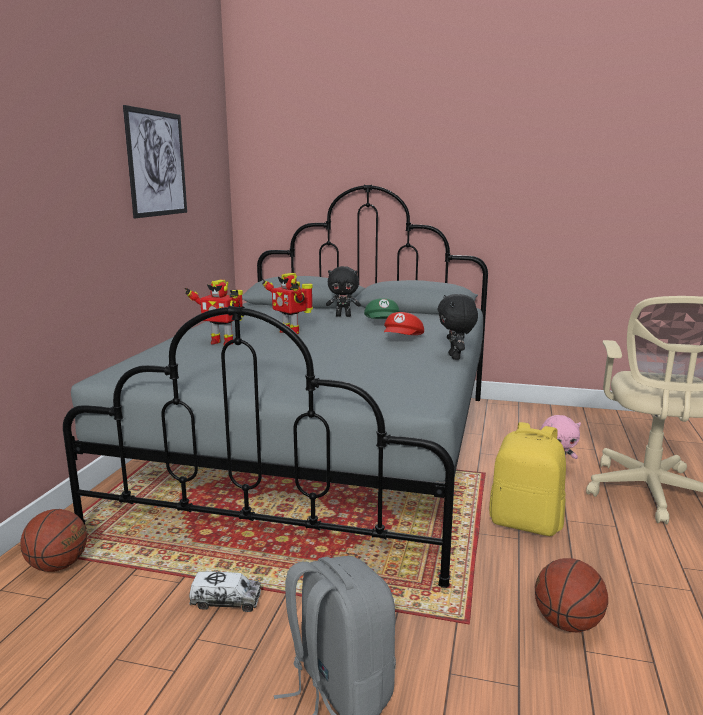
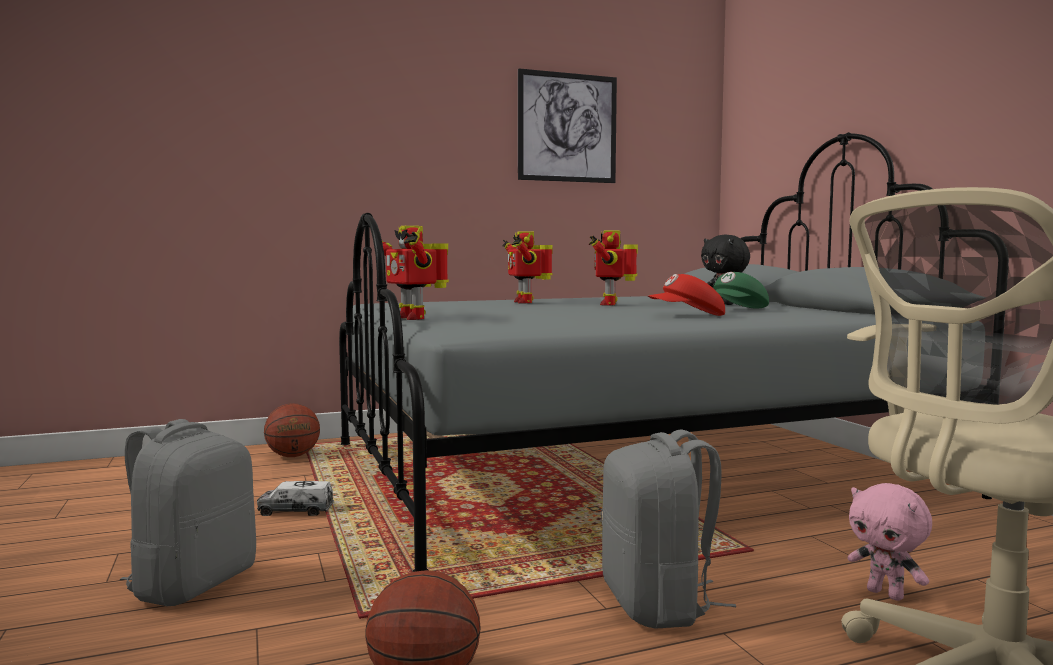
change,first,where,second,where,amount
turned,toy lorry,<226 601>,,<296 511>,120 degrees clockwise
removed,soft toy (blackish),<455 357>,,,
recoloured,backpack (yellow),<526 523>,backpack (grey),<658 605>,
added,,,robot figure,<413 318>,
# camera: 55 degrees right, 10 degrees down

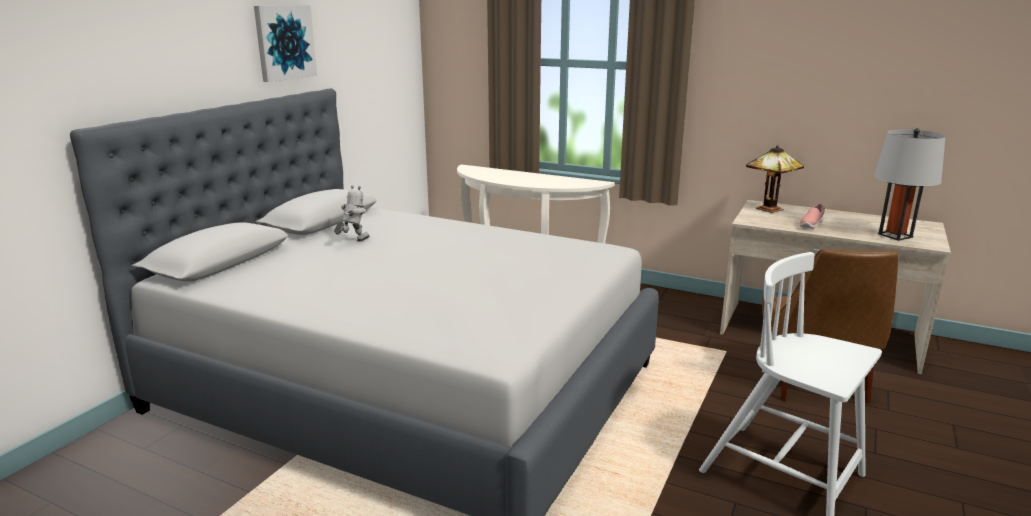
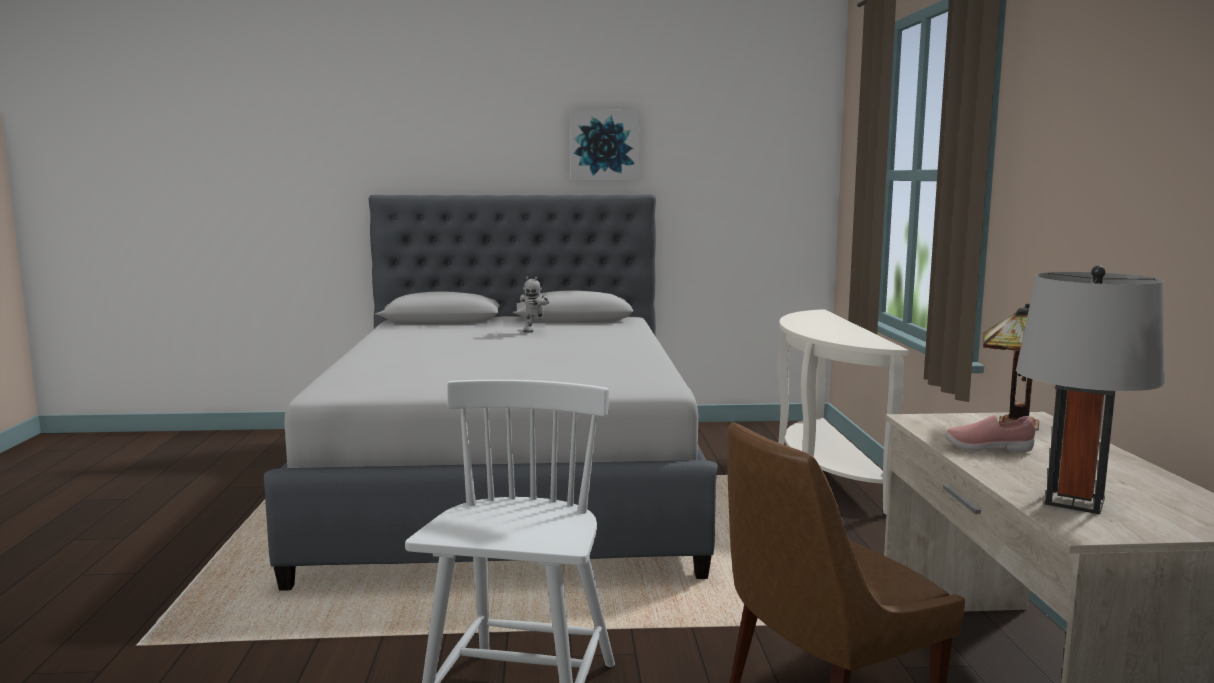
change,first,where,second,where,amount
turned,robot figure,<353 242>,,<535 331>,105 degrees clockwise
# camera: 60 degrees right, 10 degrees down

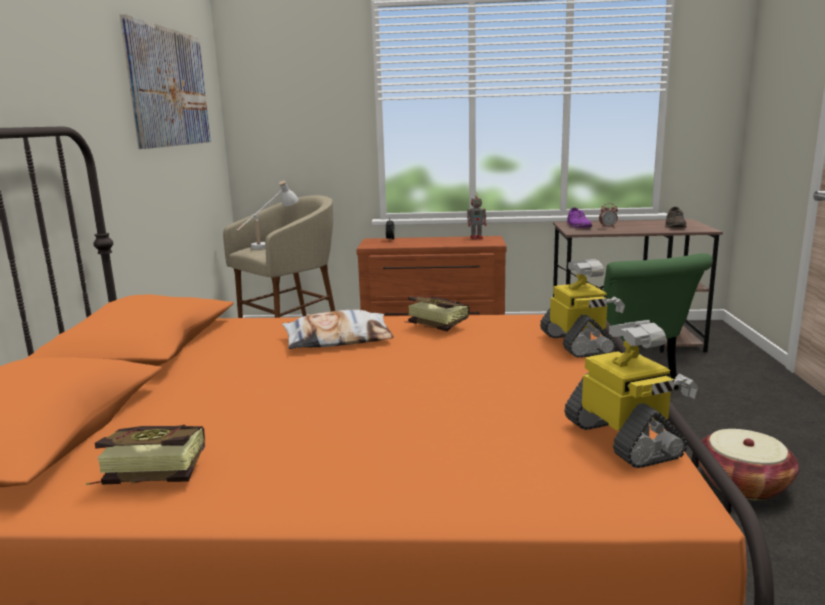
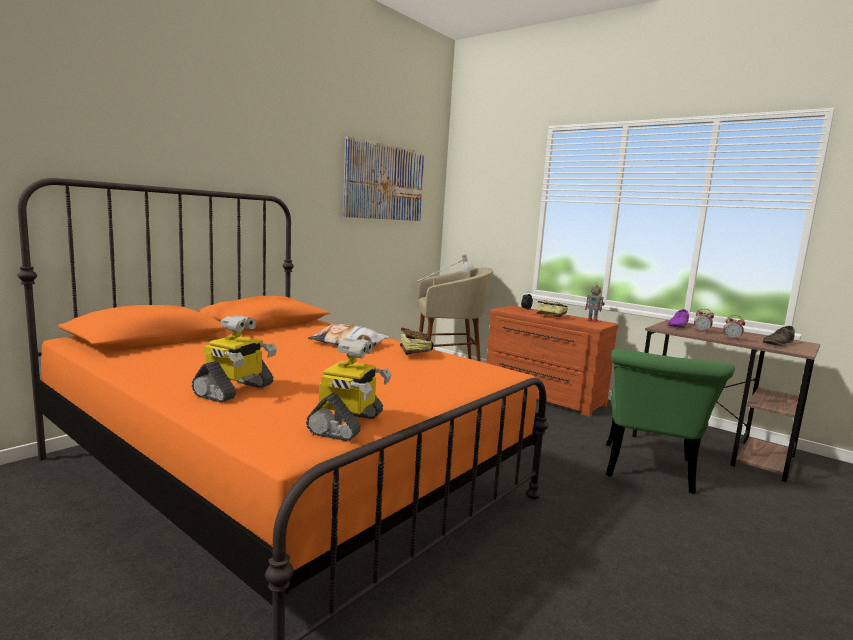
change,first,where,second,where,amount
moved,volume,<146 475>,,<548 316>,
moved,robot figure,<578 344>,,<235 390>,
removed,storage basket,<742 484>,,,
added,,,alarm clock,<731 339>,
# camera: 35 degrees right, 5 degrees down

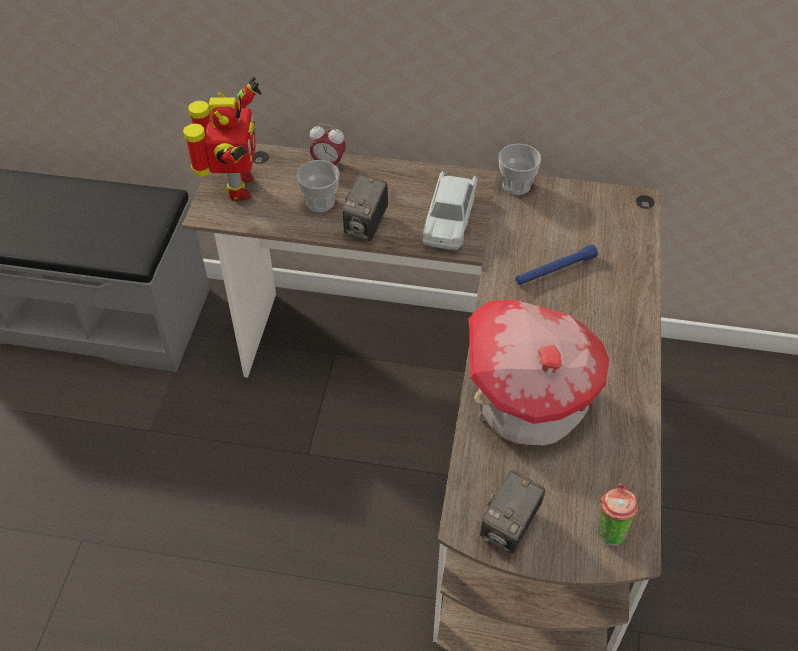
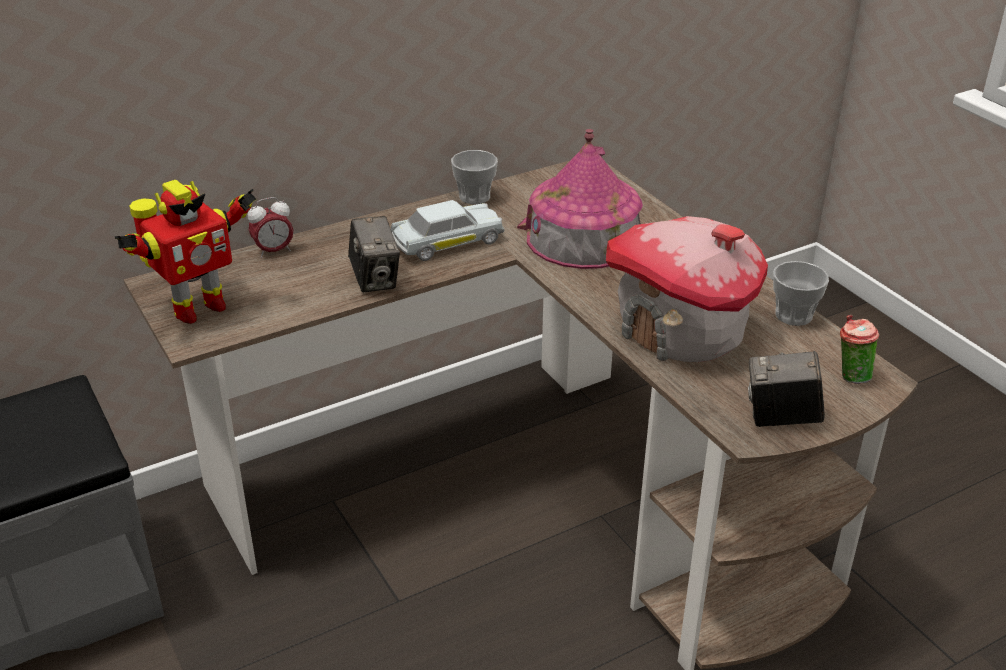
change,first,where,second,where,amount
turned,robot figure,<236 188>,,<196 308>,90 degrees clockwise
moved,cup,<320 202>,,<793 315>,
turned,model car (white-coloured),<449 219>,,<447 242>,90 degrees counterclockwise
turned,photo camera,<509 528>,,<781 418>,105 degrees clockwise
replaced,hand torch (bluish),<555 270>,model house,<583 237>,
# camera: 40 degrees left, 15 degrees down

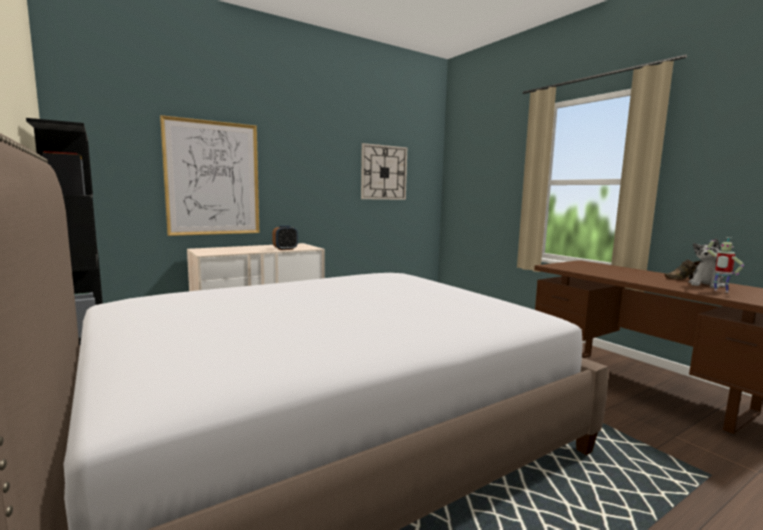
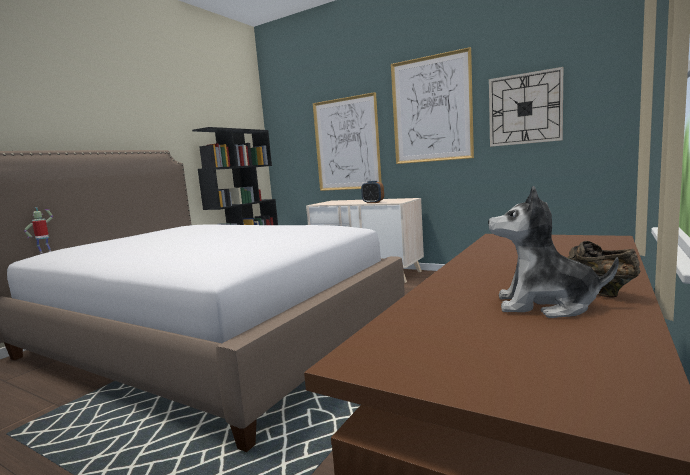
change,first,where,second,where,amount
moved,robot figure,<719 291>,,<45 252>,
added,,,wall art,<431 109>,
# camera: 65 degrees right, 0 degrees up

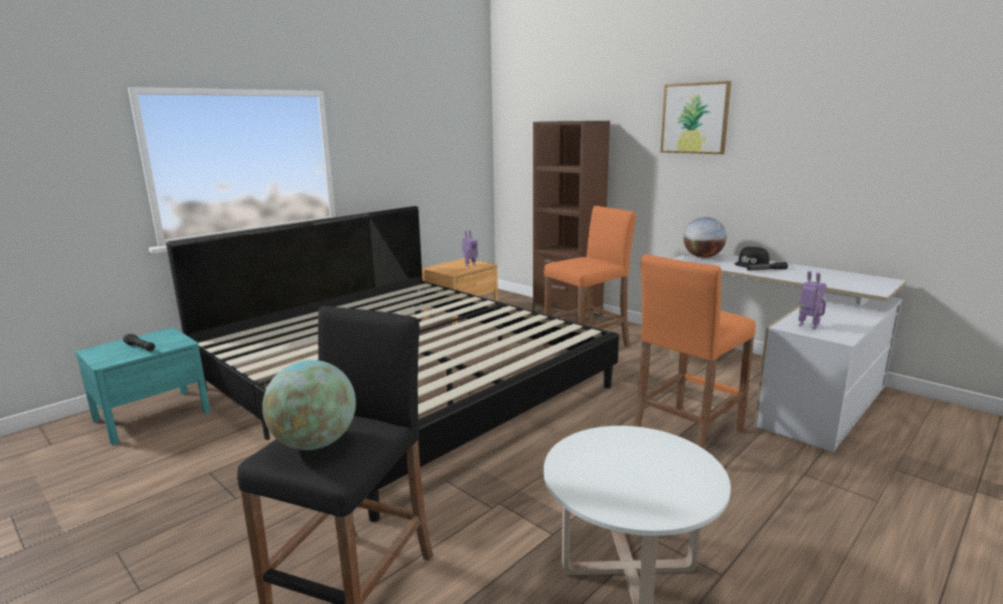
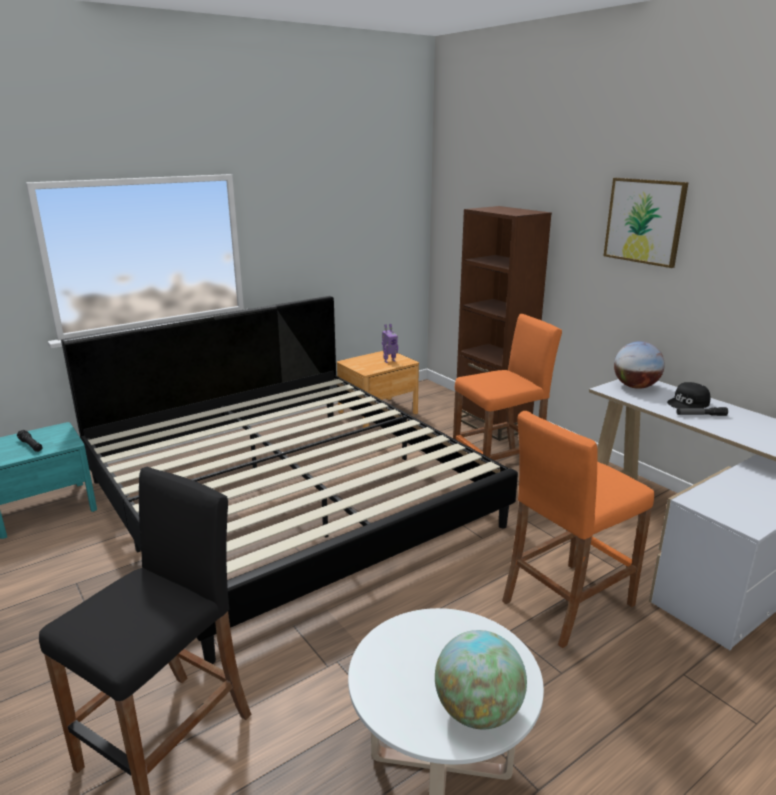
change,first,where,second,where,amount
moved,desk globe,<314 443>,,<477 712>,
removed,robot figure,<807 326>,,,
# camera: 10 degrees right, 5 degrees up

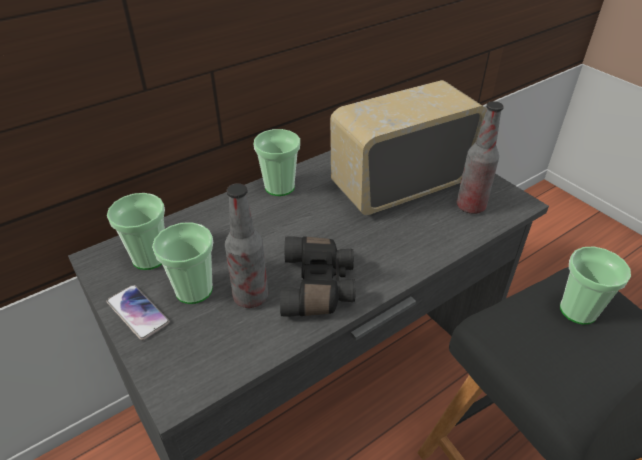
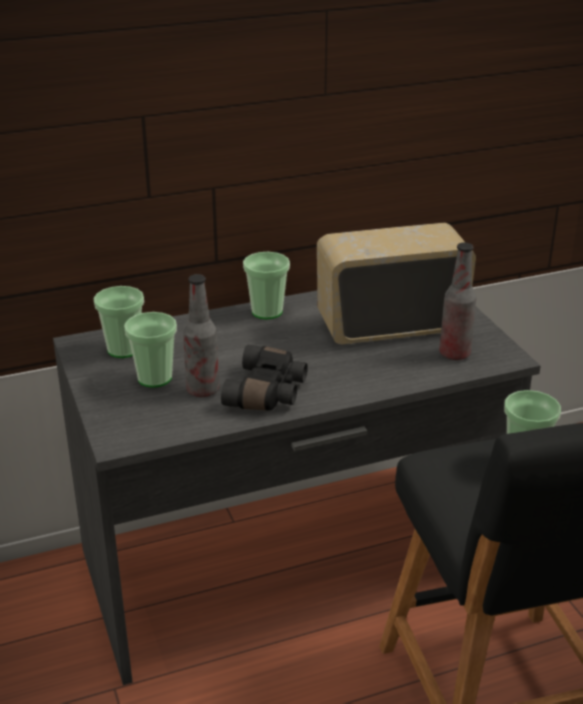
change,first,where,second,where,amount
removed,handset,<137 312>,,,
# camera: 15 degrees right, 10 degrees down

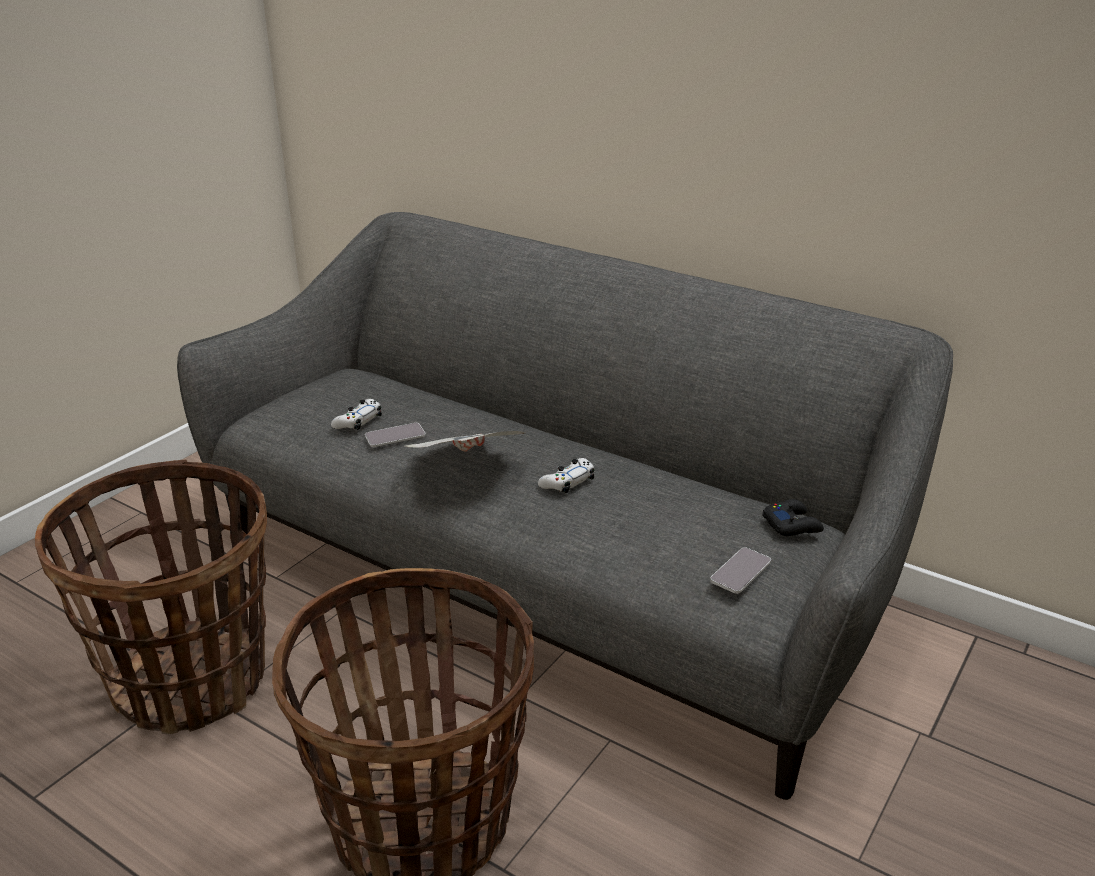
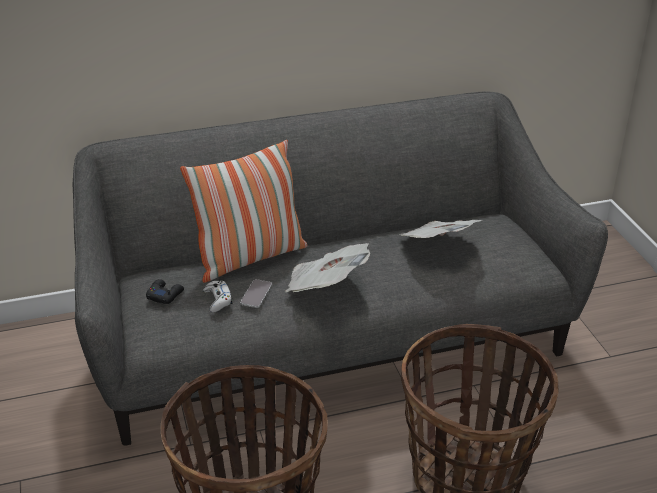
change,first,where,second,where,amount
removed,gamepad (white-coloured),<567 482>,,,
removed,handset,<740 571>,,,
moved,gamepad (blackish),<792 525>,,<165 295>,
added,,,pillow,<250 258>,
added,,,newspaper,<438 245>,
# camera: 50 degrees left, 5 degrees up

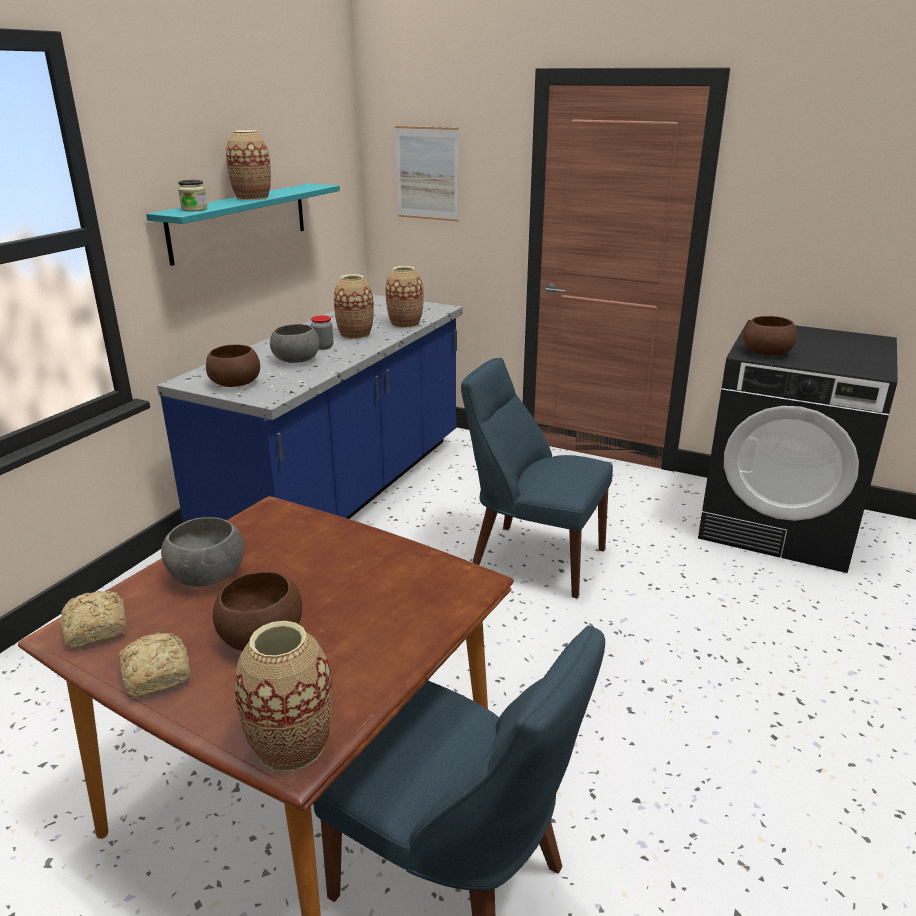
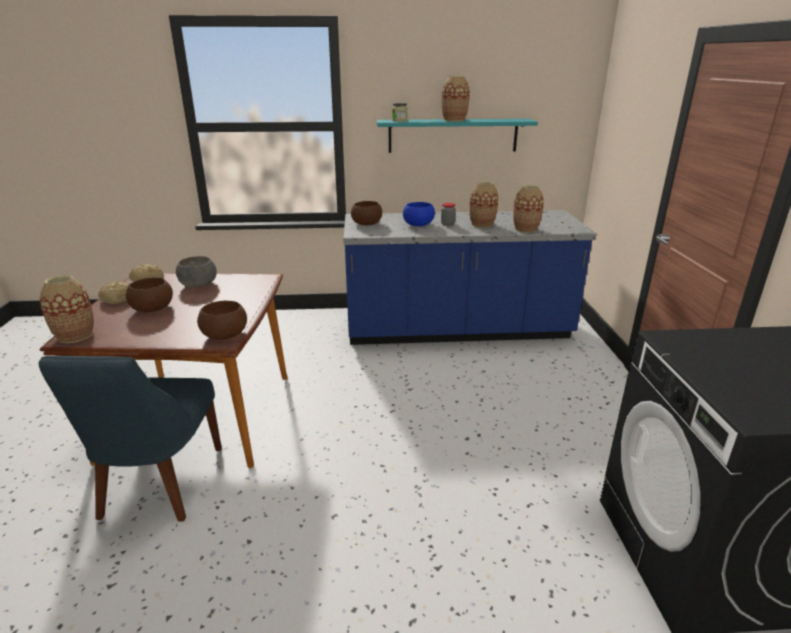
change,first,where,second,where,amount
recoloured,serving bowl (grey),<296 359>,serving bowl (bluish),<418 224>,
removed,wall art,<427 173>,,,
removed,chair (bluish),<532 557>,,,
moved,serving bowl (brown-coloured),<766 352>,,<225 334>,
# camera: 60 degrees right, 0 degrees up

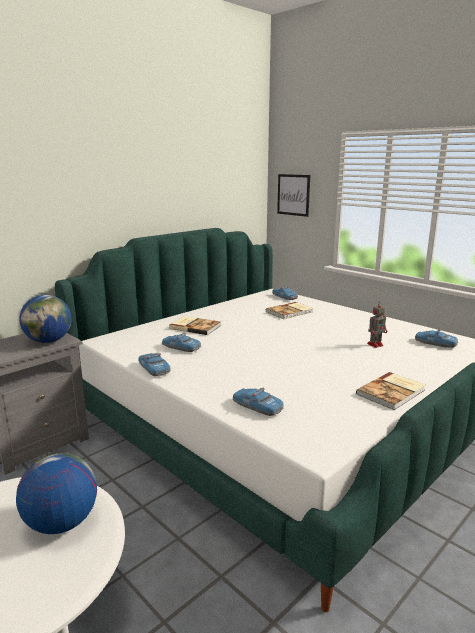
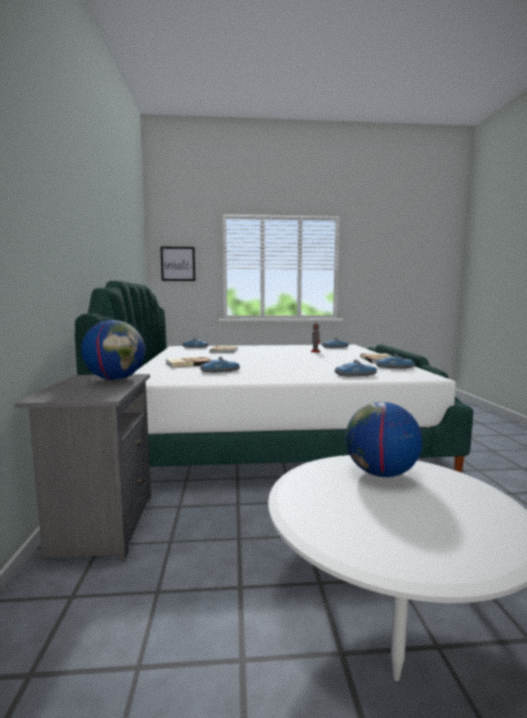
change,first,where,second,where,amount
moved,model car,<154 369>,,<394 367>,
# camera: 50 degrees left, 10 degrees down

